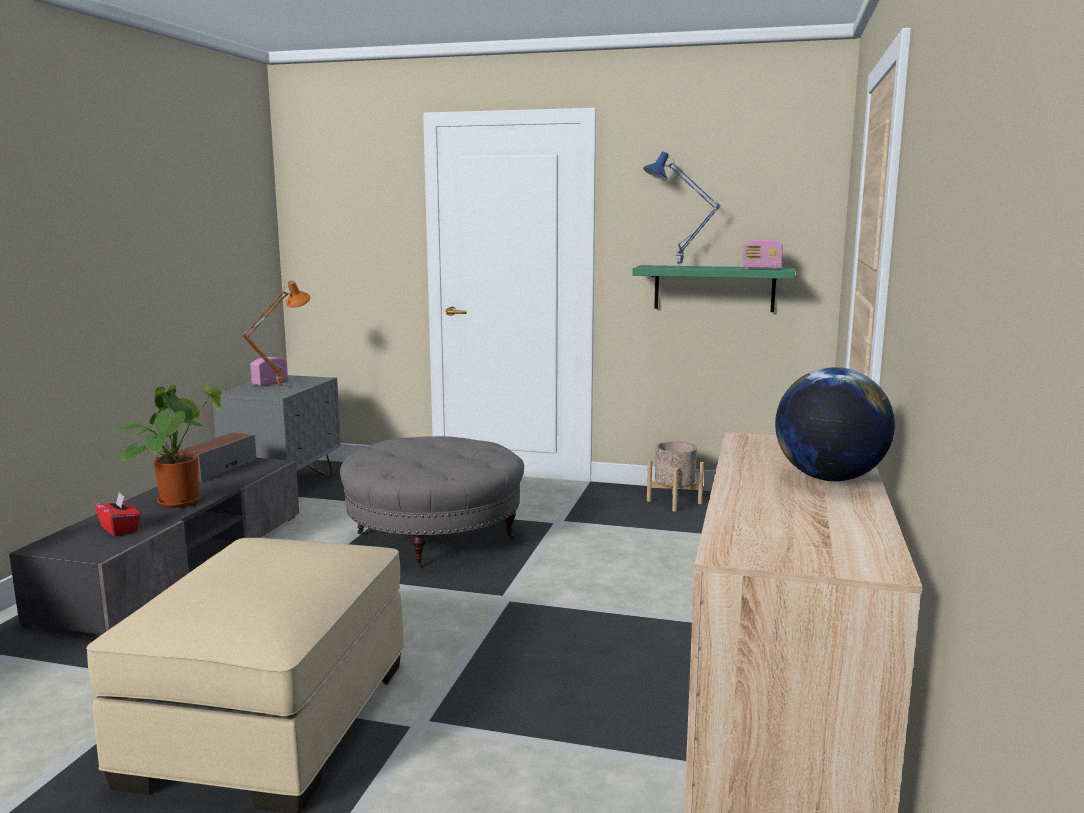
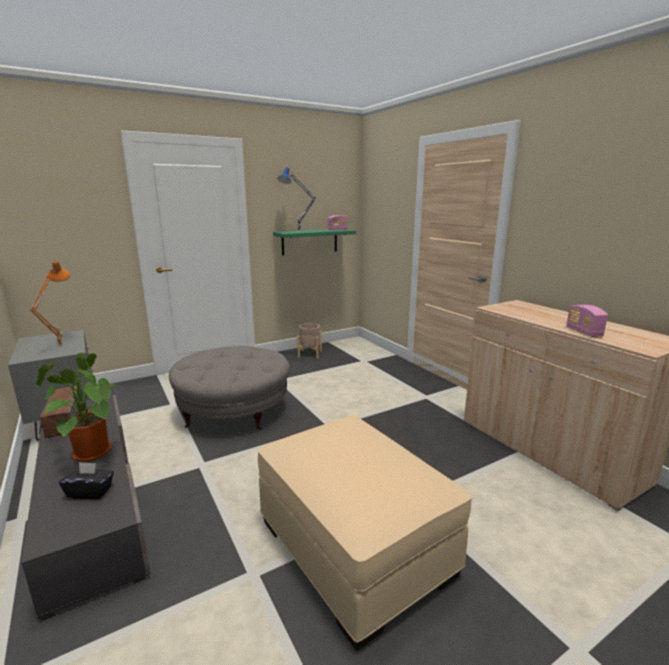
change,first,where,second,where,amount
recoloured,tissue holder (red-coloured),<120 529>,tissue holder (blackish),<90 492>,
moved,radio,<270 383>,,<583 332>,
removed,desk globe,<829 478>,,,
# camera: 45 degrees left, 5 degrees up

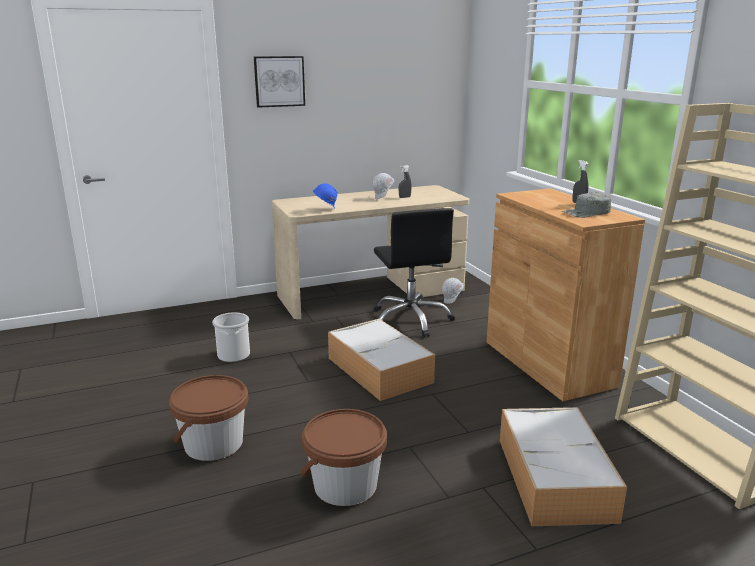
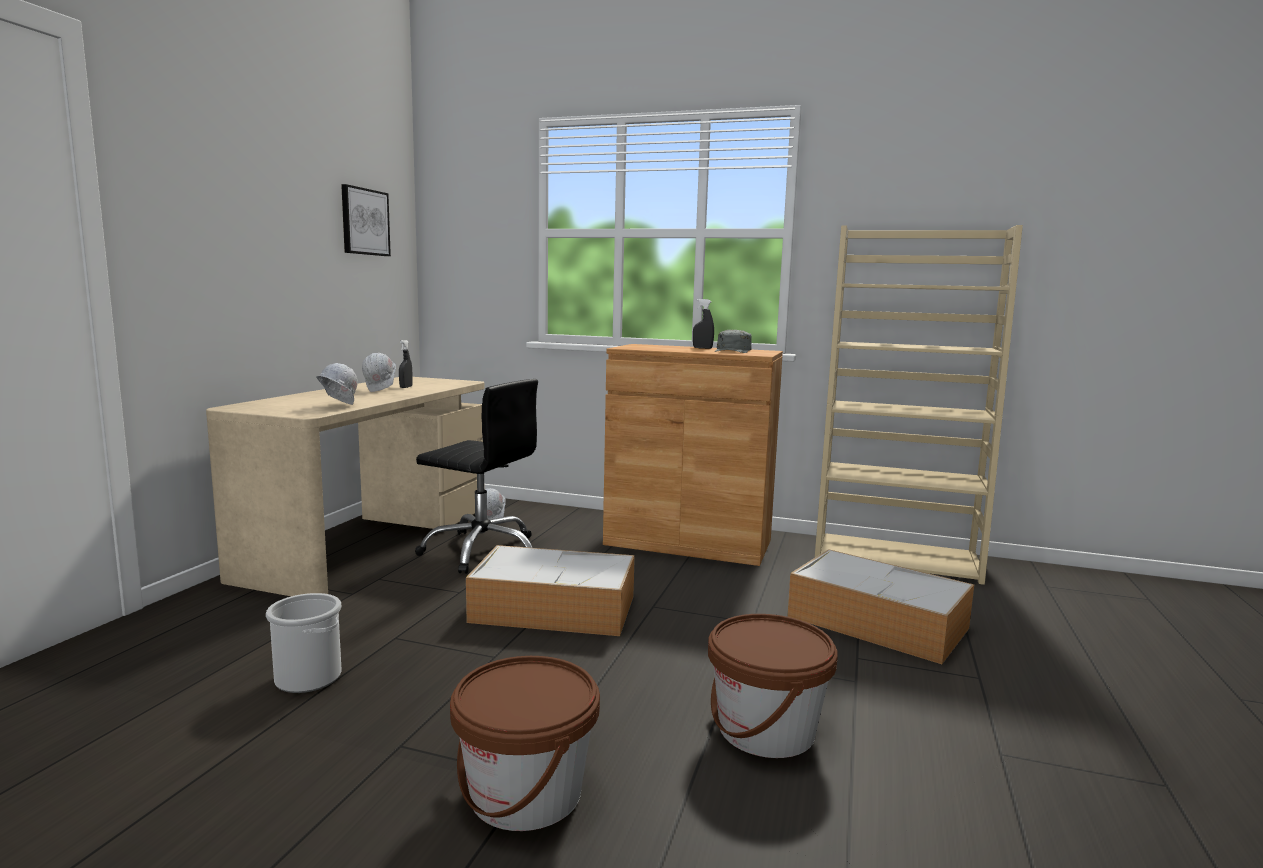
change,first,where,second,where,amount
moved,wall art,<279 81>,,<364 222>,
recoloured,hard hat (bluish),<325 209>,hard hat (white-coloured),<337 406>,
# camera: 50 degrees left, 10 degrees down

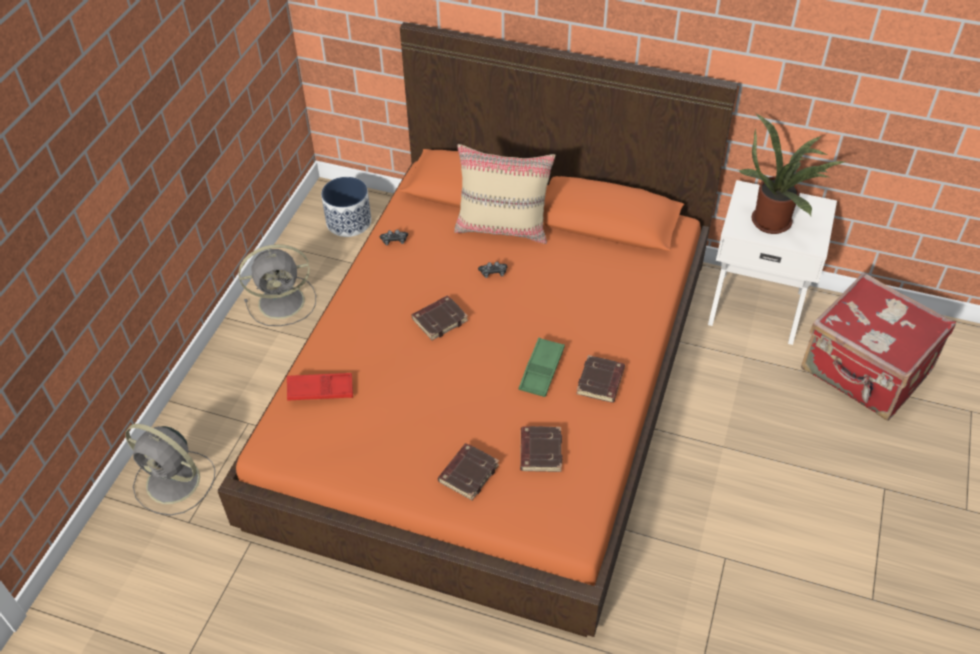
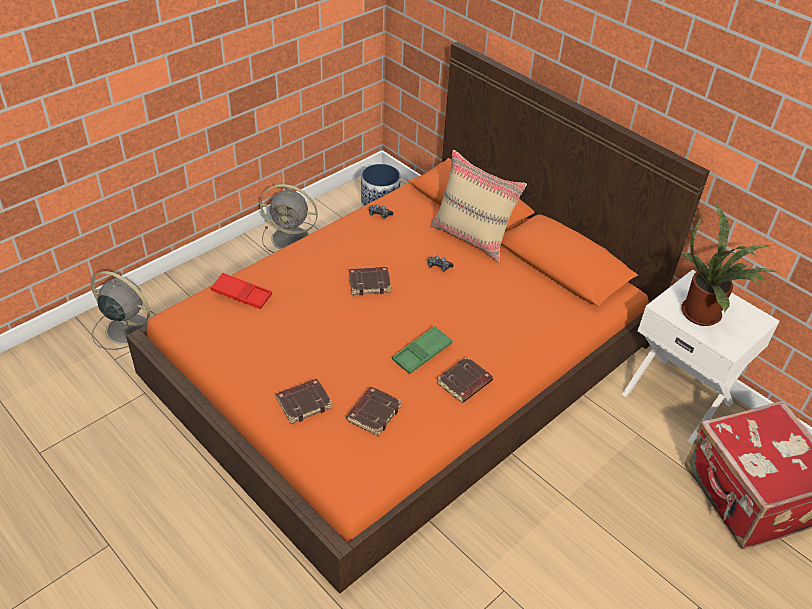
change,first,where,second,where,amount
turned,fan (grey),<175 482>,,<126 328>,150 degrees clockwise
# camera: 25 degrees right, 5 degrees down

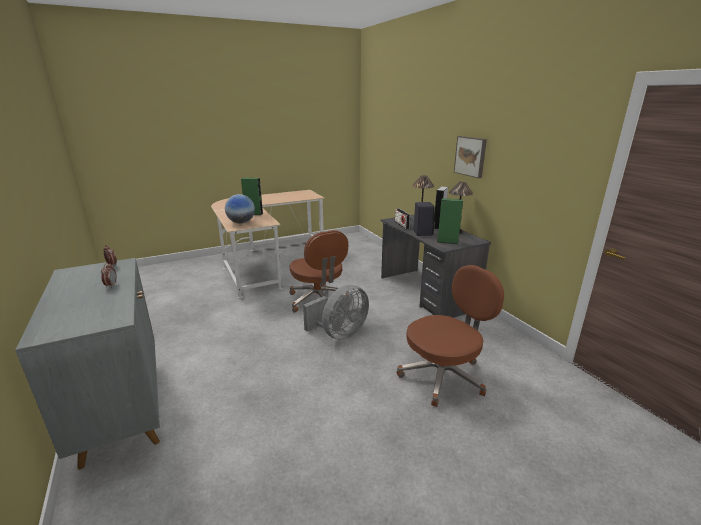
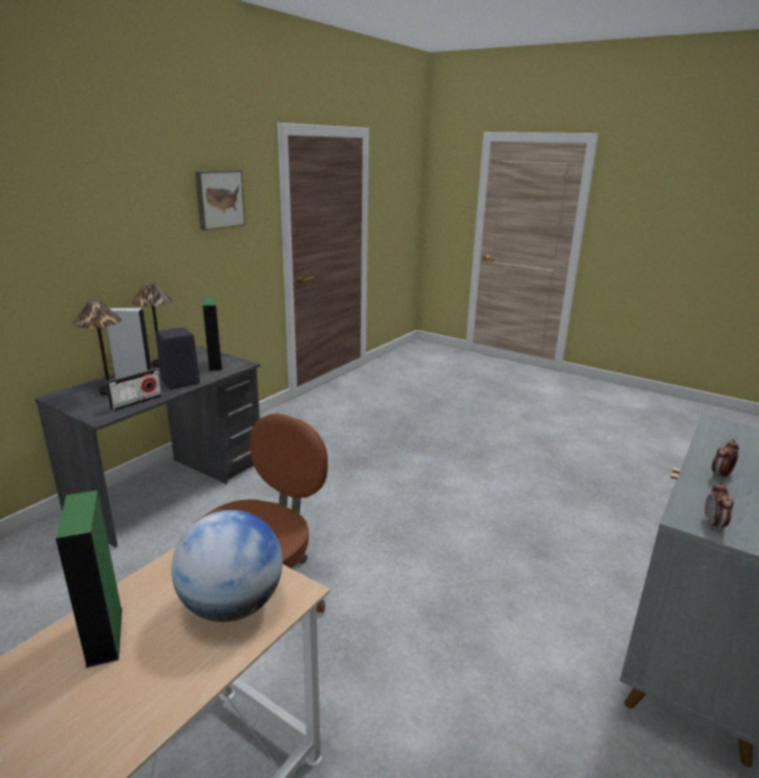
change,first,where,second,where,amount
removed,fan (grey),<339 334>,,,
removed,desk chair (brown-coloured),<443 376>,,,
moved,wall art,<471 156>,,<219 199>,
# camera: 120 degrees left, 0 degrees up

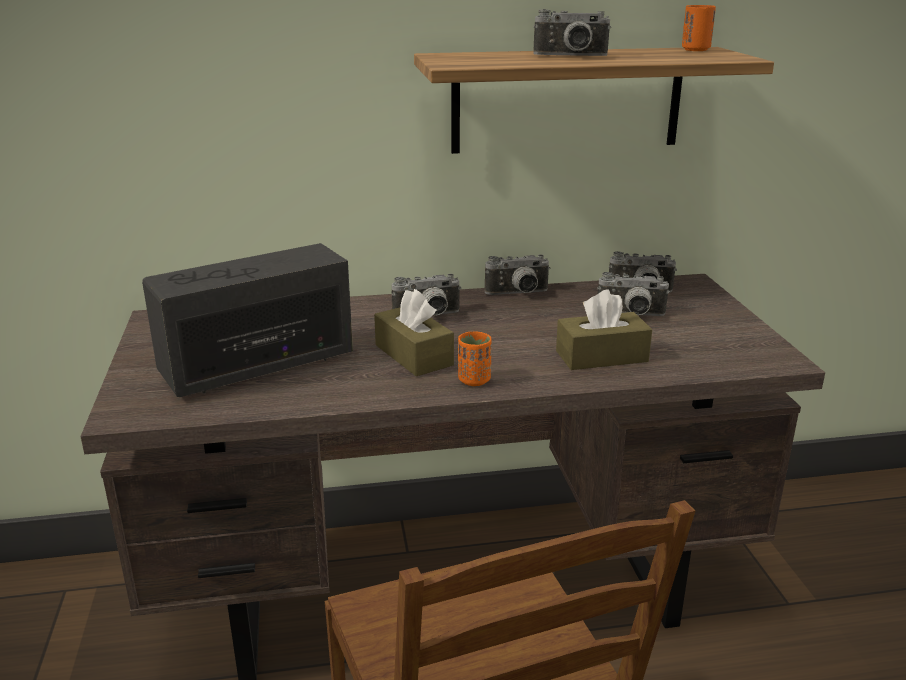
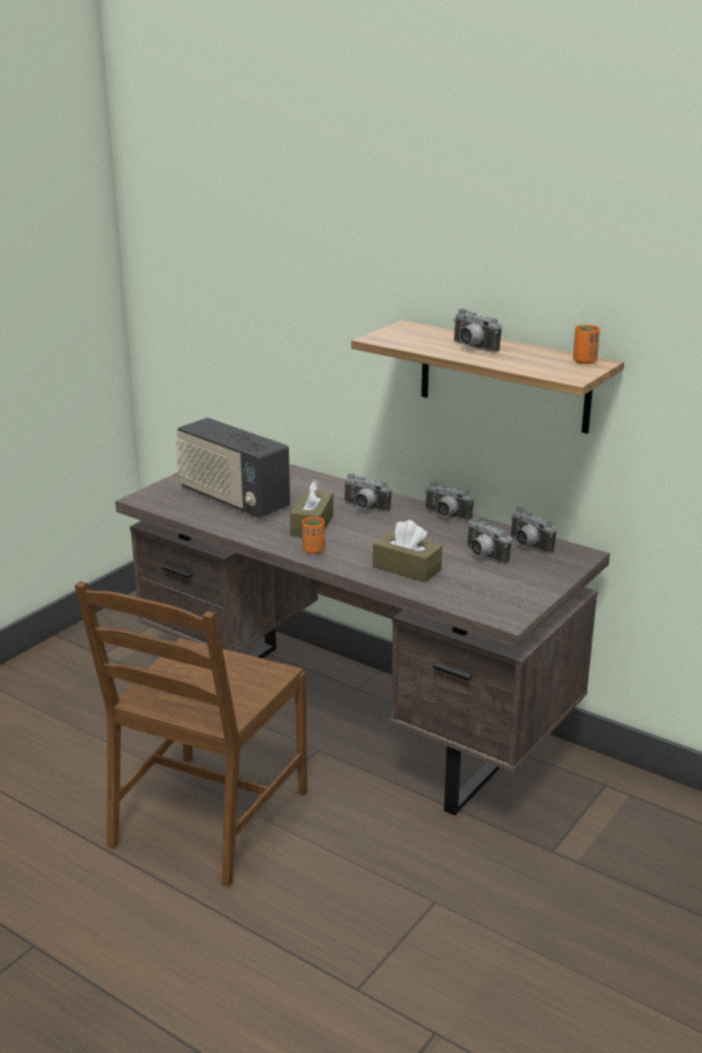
change,first,where,second,where,amount
turned,radio,<258 365>,,<233 499>,150 degrees counterclockwise
# camera: 45 degrees right, 0 degrees up

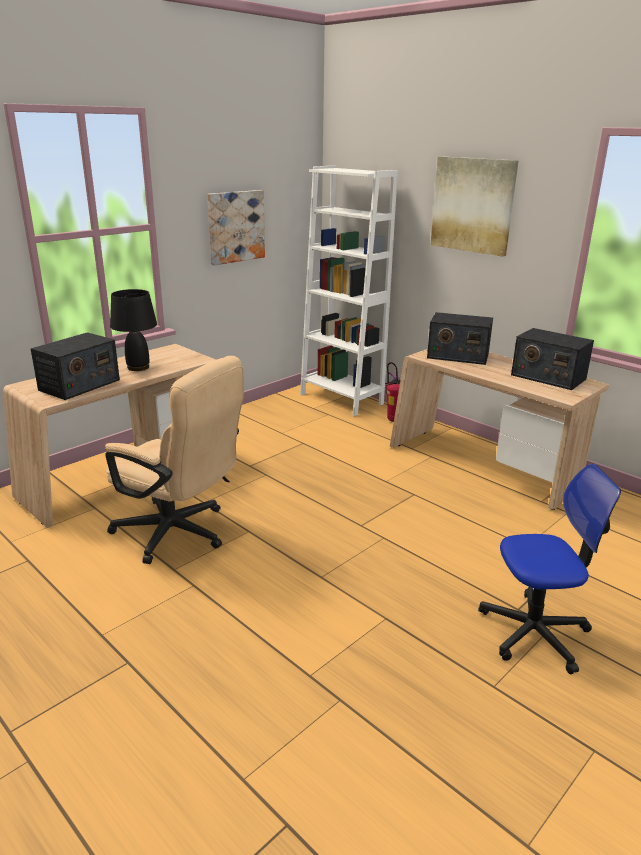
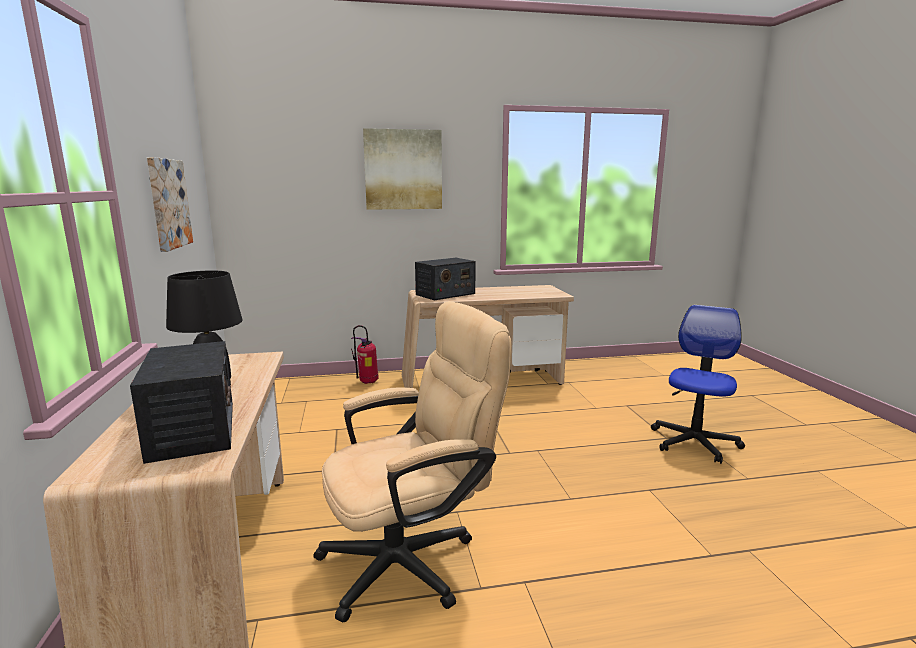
change,first,where,second,where,amount
removed,bookshelf (white-coloured),<341 399>,,,
removed,radio,<547 377>,,,
# camera: 55 degrees left, 10 degrees down

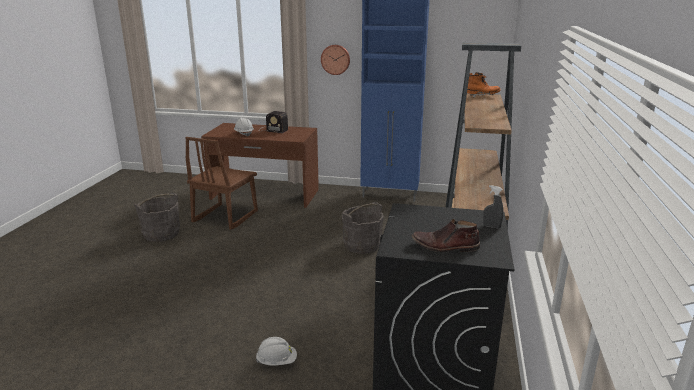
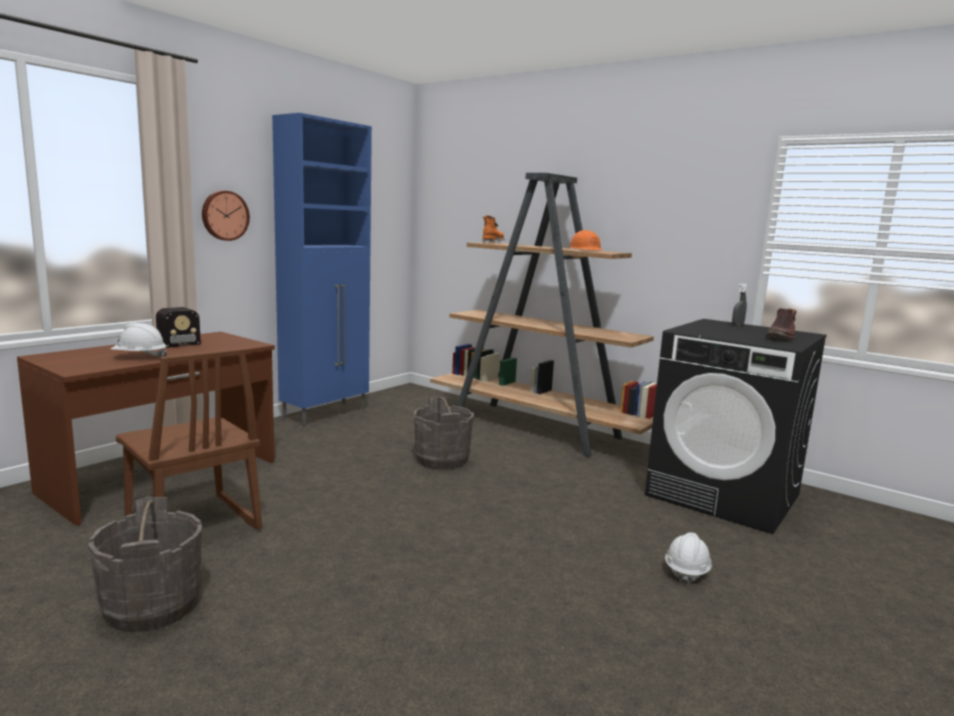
change,first,where,second,where,amount
added,,,hard hat (orange-coloured),<586 250>,
# camera: 65 degrees left, 10 degrees down

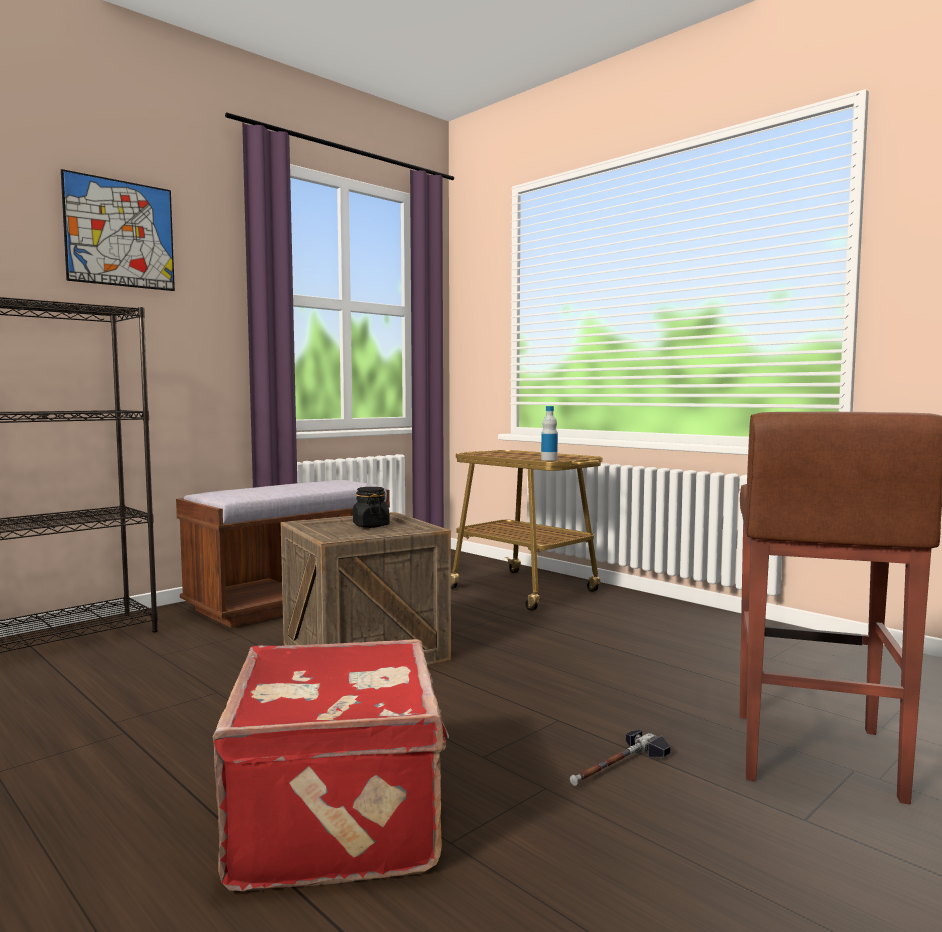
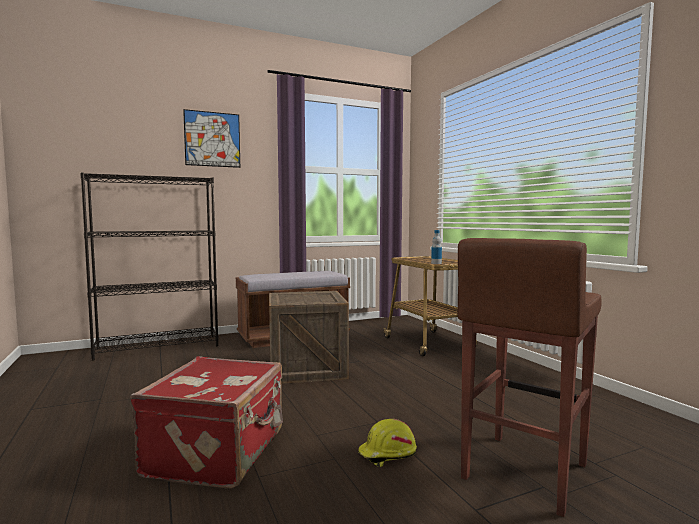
change,first,where,second,where,amount
removed,storage jar (blackish),<370 525>,,,
replaced,hammer,<617 766>,hard hat (yellow),<387 454>,
# camera: 20 degrees right, 0 degrees up

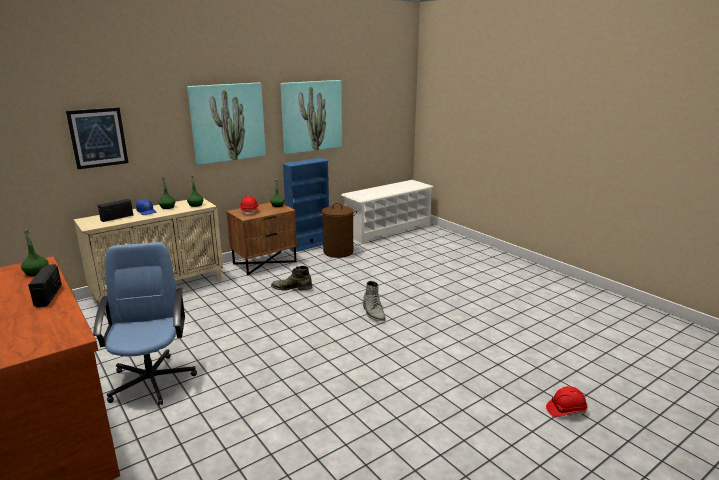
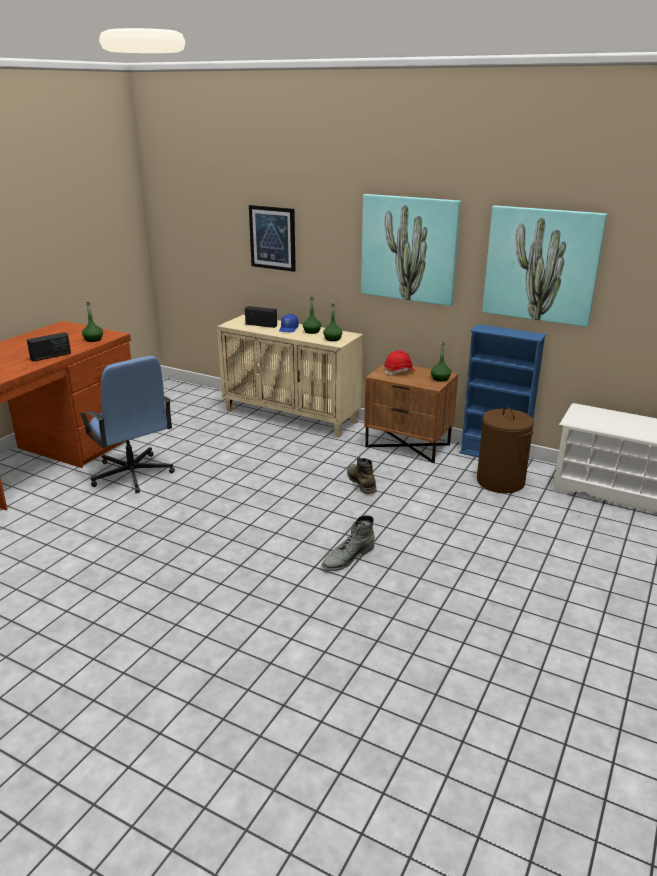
change,first,where,second,where,amount
turned,desk chair (bluish),<152 380>,,<132 474>,90 degrees clockwise
removed,hard hat (red-coloured),<566 410>,,,
# camera: 65 degrees right, 5 degrees up

